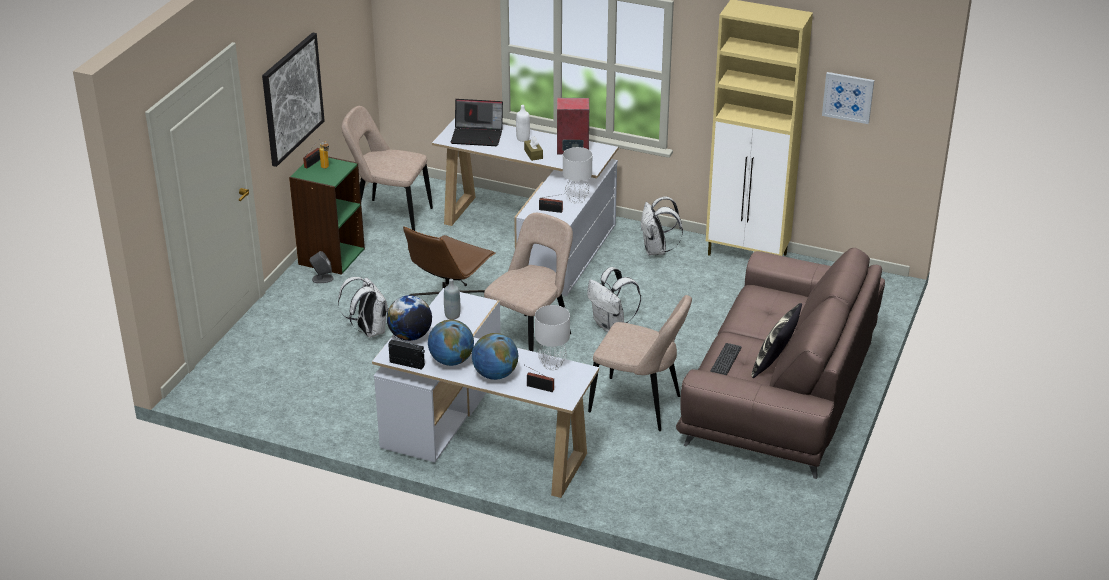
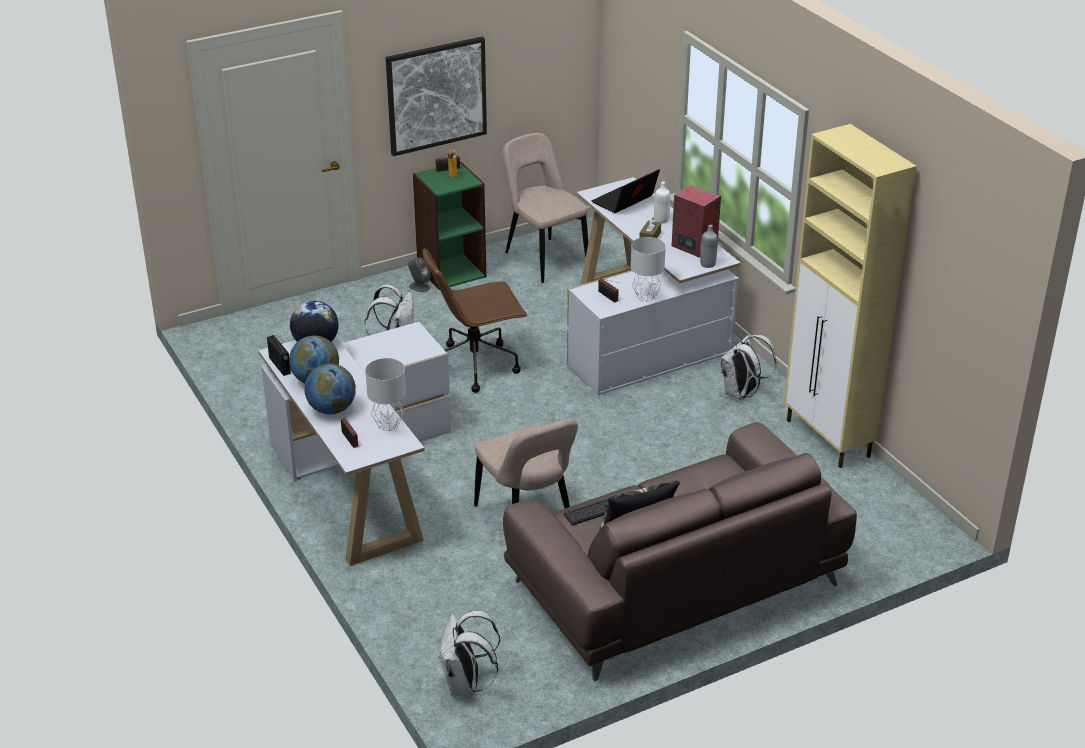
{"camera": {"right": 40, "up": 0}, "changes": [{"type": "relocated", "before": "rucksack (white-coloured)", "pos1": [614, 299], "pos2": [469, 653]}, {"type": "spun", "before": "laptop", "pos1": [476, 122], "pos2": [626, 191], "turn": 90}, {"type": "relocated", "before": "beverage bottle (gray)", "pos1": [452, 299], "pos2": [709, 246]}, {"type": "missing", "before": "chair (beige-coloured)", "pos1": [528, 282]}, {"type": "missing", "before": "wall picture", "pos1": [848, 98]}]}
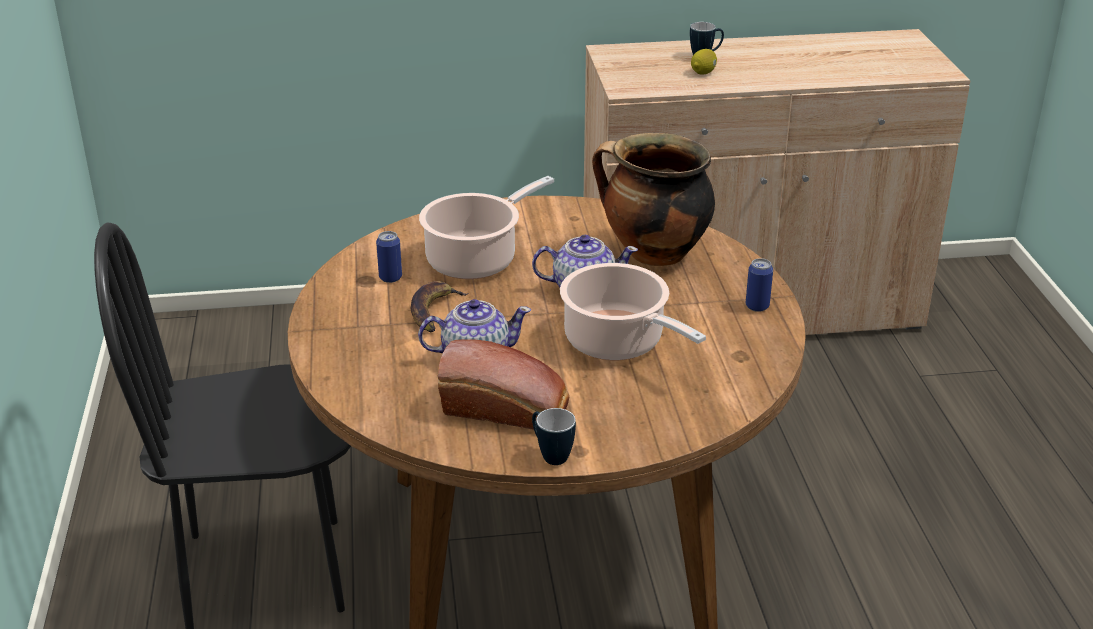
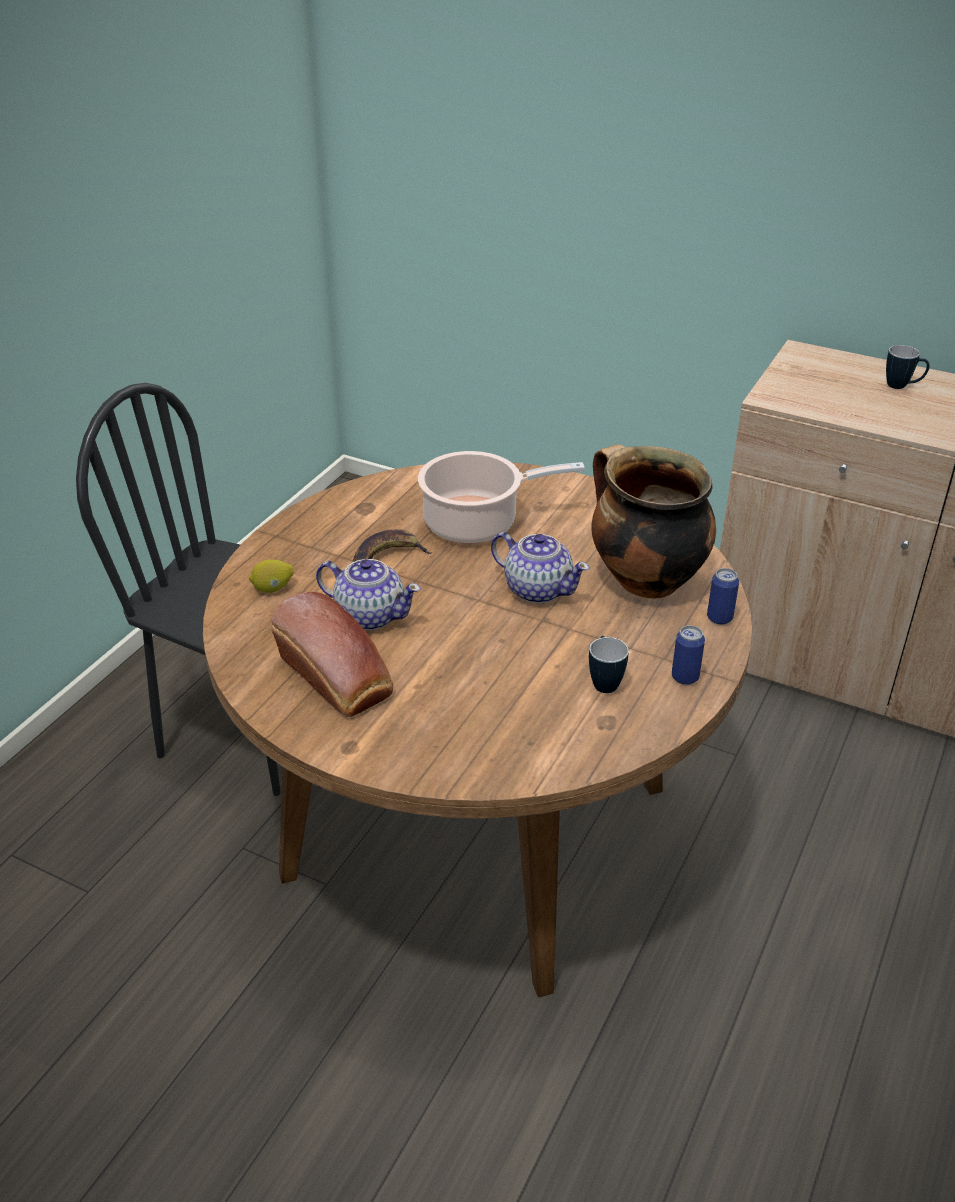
{"camera": {"right": 35, "up": 5}, "changes": [{"type": "relocated", "before": "citrus fruit", "pos1": [704, 62], "pos2": [271, 576]}, {"type": "relocated", "before": "mug", "pos1": [554, 436], "pos2": [609, 664]}, {"type": "relocated", "before": "sealed can", "pos1": [389, 257], "pos2": [723, 596]}, {"type": "missing", "before": "saucepot", "pos1": [633, 311]}]}
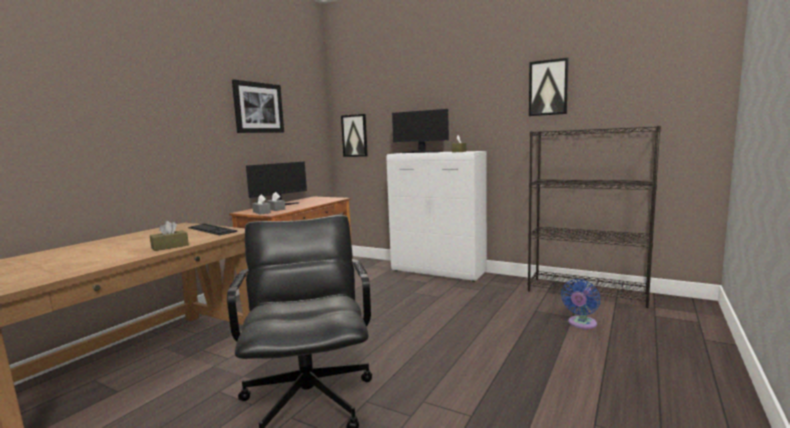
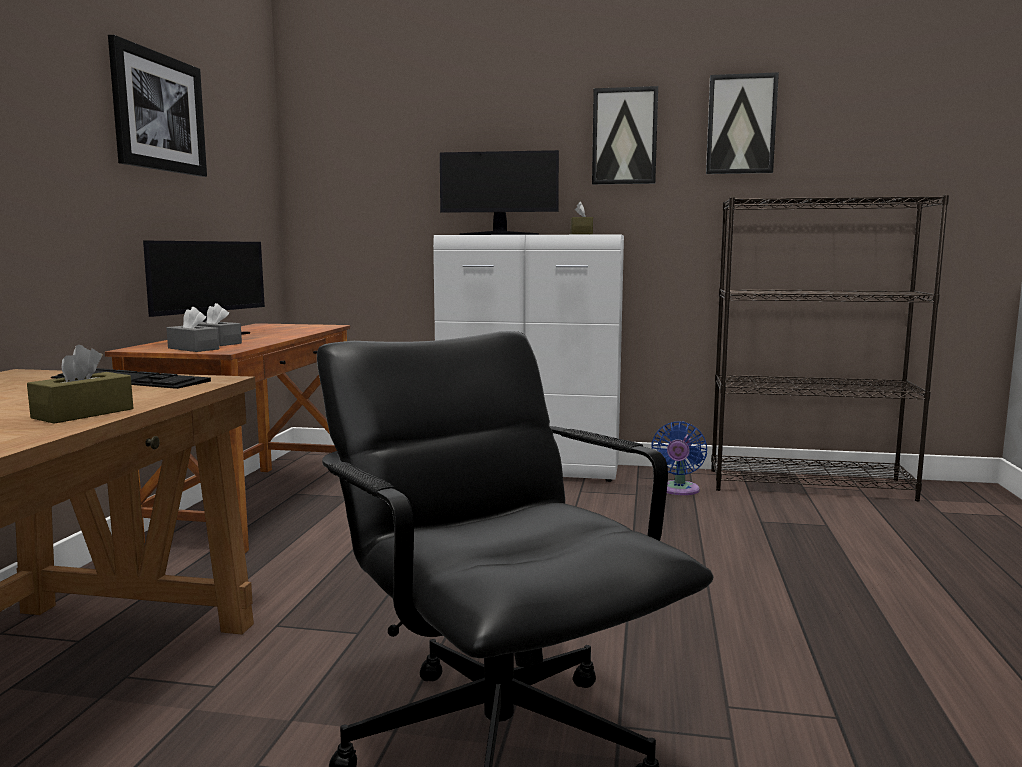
{"camera": {"right": -20, "up": 0}, "changes": [{"type": "relocated", "before": "wall picture", "pos1": [354, 135], "pos2": [625, 135]}, {"type": "relocated", "before": "cooling fan (blue)", "pos1": [580, 304], "pos2": [679, 458]}]}
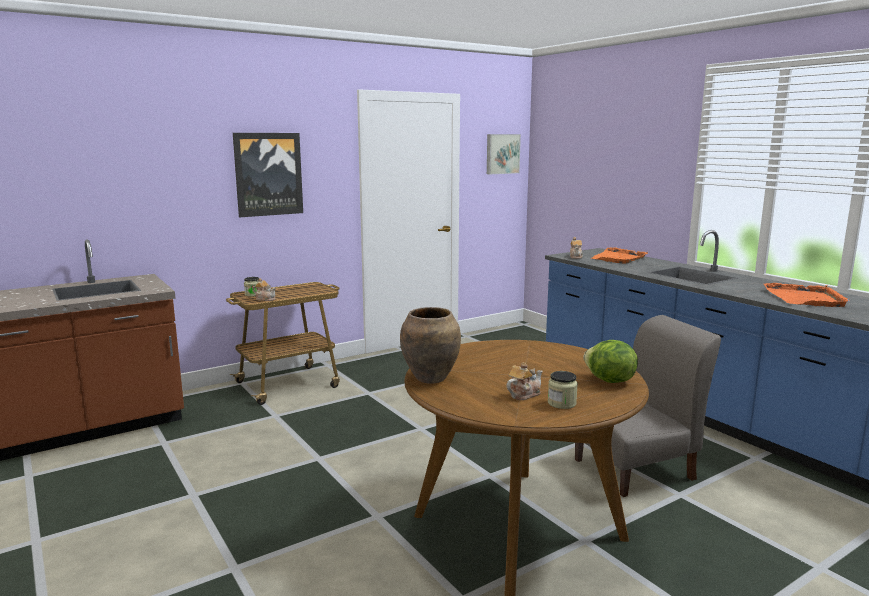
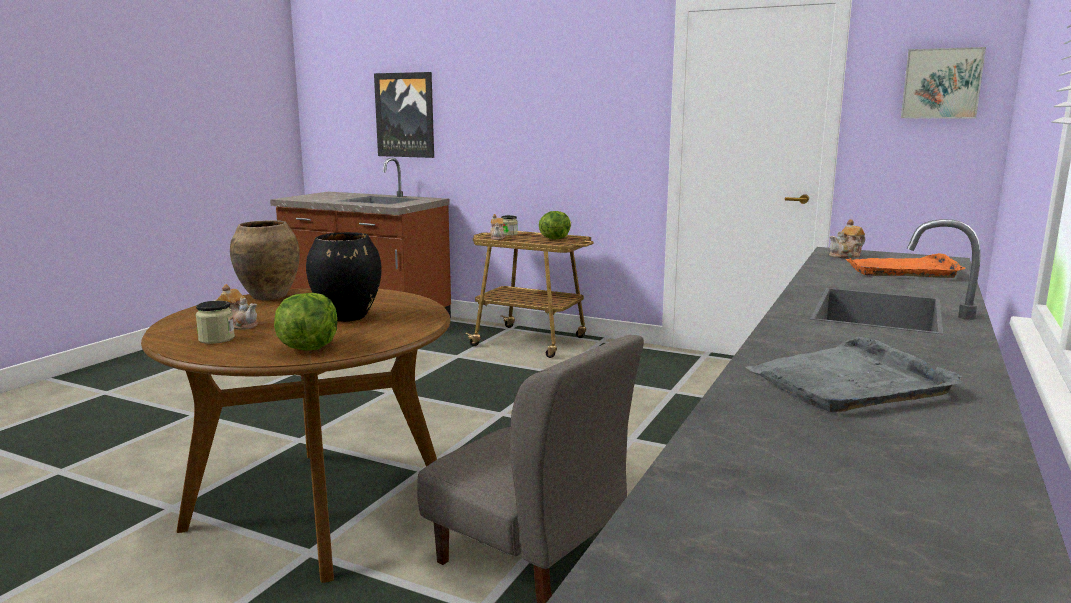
{"camera": {"right": 60, "up": 0}, "changes": [{"type": "appeared", "after": "decorative vase (blackish)", "pos2": [344, 277]}, {"type": "relocated", "before": "wall picture", "pos1": [268, 175], "pos2": [404, 115]}, {"type": "appeared", "after": "lettuce head", "pos2": [555, 225]}, {"type": "colour", "before": "tray (orange-coloured)", "after": "tray (gray)", "pos1": [807, 295], "pos2": [853, 374]}]}
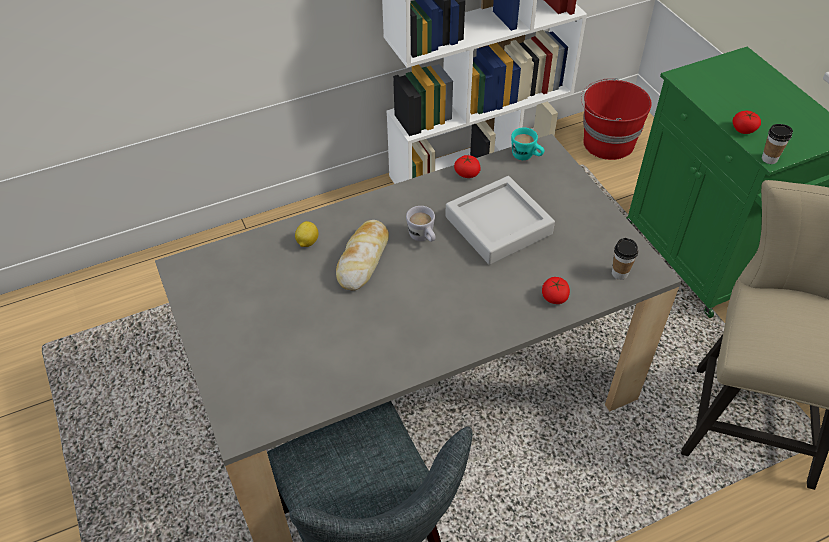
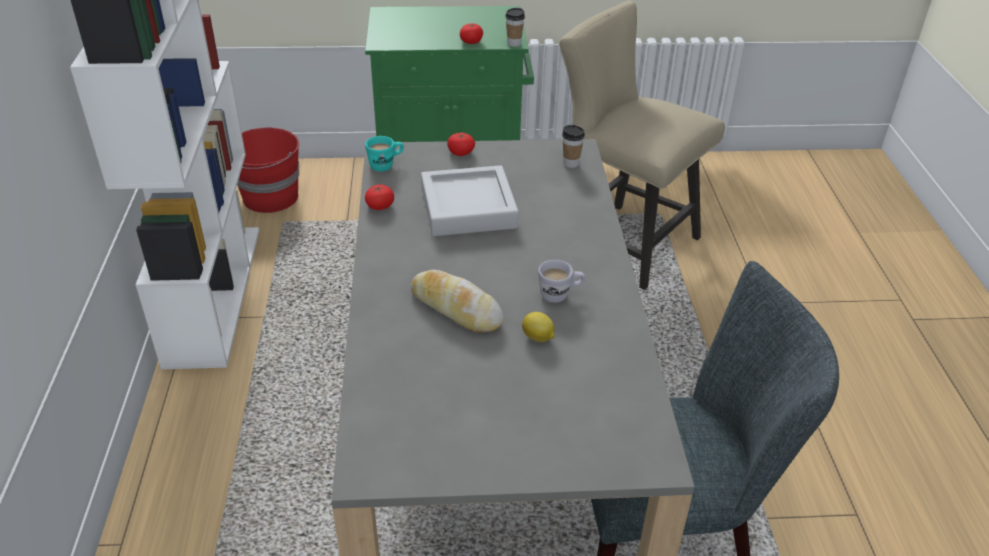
{"camera": {"right": -70, "up": -10}, "changes": [{"type": "relocated", "before": "fresh tomato", "pos1": [556, 290], "pos2": [461, 144]}, {"type": "relocated", "before": "citrus fruit", "pos1": [307, 234], "pos2": [538, 327]}, {"type": "relocated", "before": "mug (white-coloured)", "pos1": [420, 224], "pos2": [561, 281]}]}
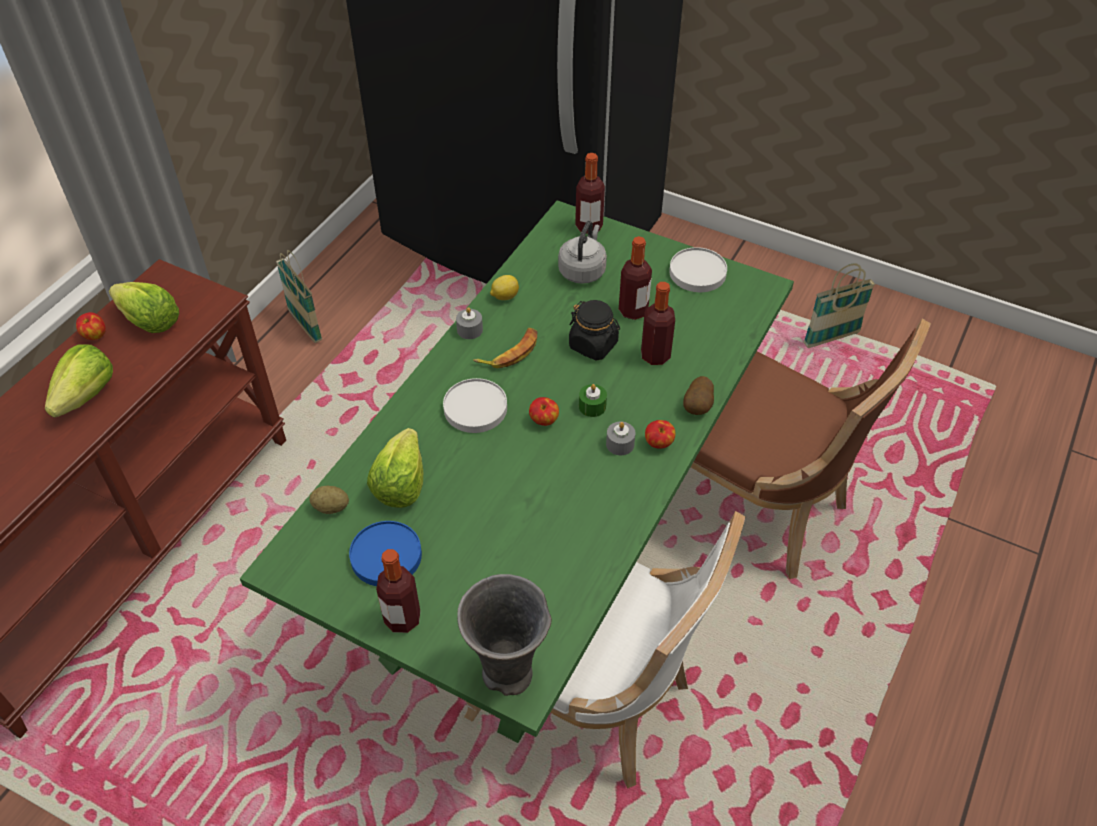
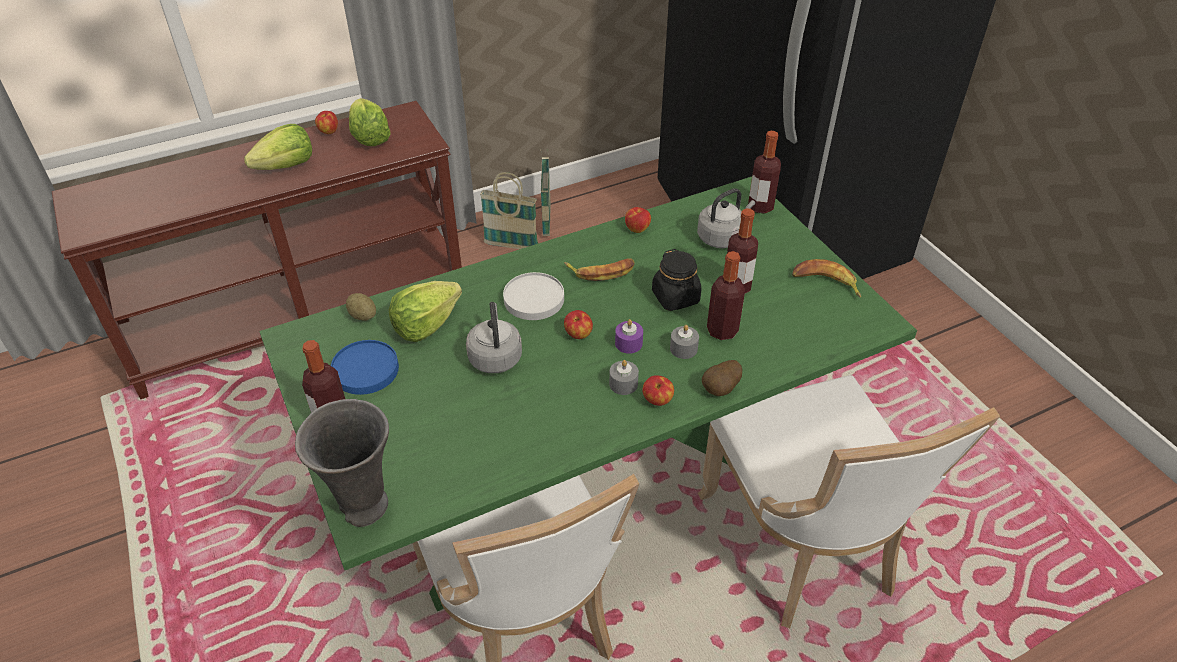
{"camera": {"right": 35, "up": -5}, "changes": [{"type": "appeared", "after": "water kettle (gray)", "pos2": [494, 337]}, {"type": "relocated", "before": "storage basket", "pos1": [839, 306], "pos2": [509, 210]}, {"type": "colour", "before": "wax candle (green-coloured)", "after": "wax candle (purple-coloured)", "pos1": [593, 400], "pos2": [629, 336]}, {"type": "exchanged", "before": "citrus fruit", "after": "apple", "pos1": [504, 287], "pos2": [638, 220]}, {"type": "relocated", "before": "wax candle (gray)", "pos1": [469, 323], "pos2": [684, 342]}, {"type": "colour", "before": "chair (brown-coloured)", "after": "chair (white-coloured)", "pos1": [811, 449], "pos2": [849, 501]}, {"type": "exchanged", "before": "plate (white-coloured)", "after": "banana", "pos1": [698, 269], "pos2": [826, 278]}]}
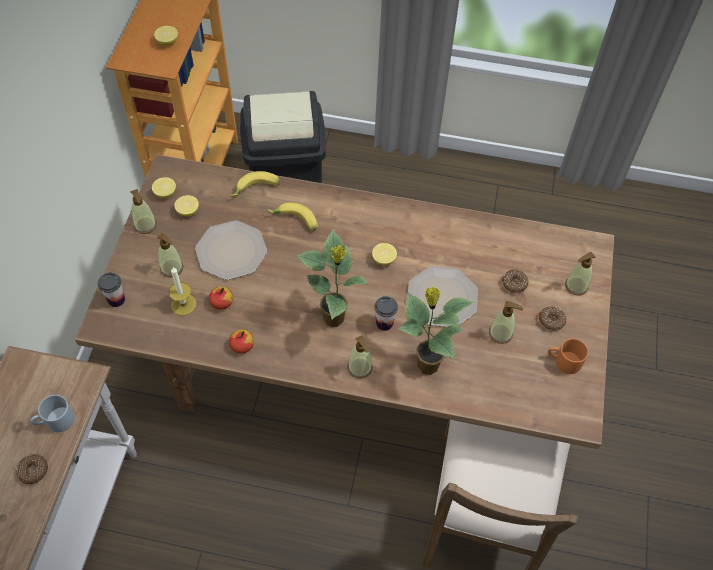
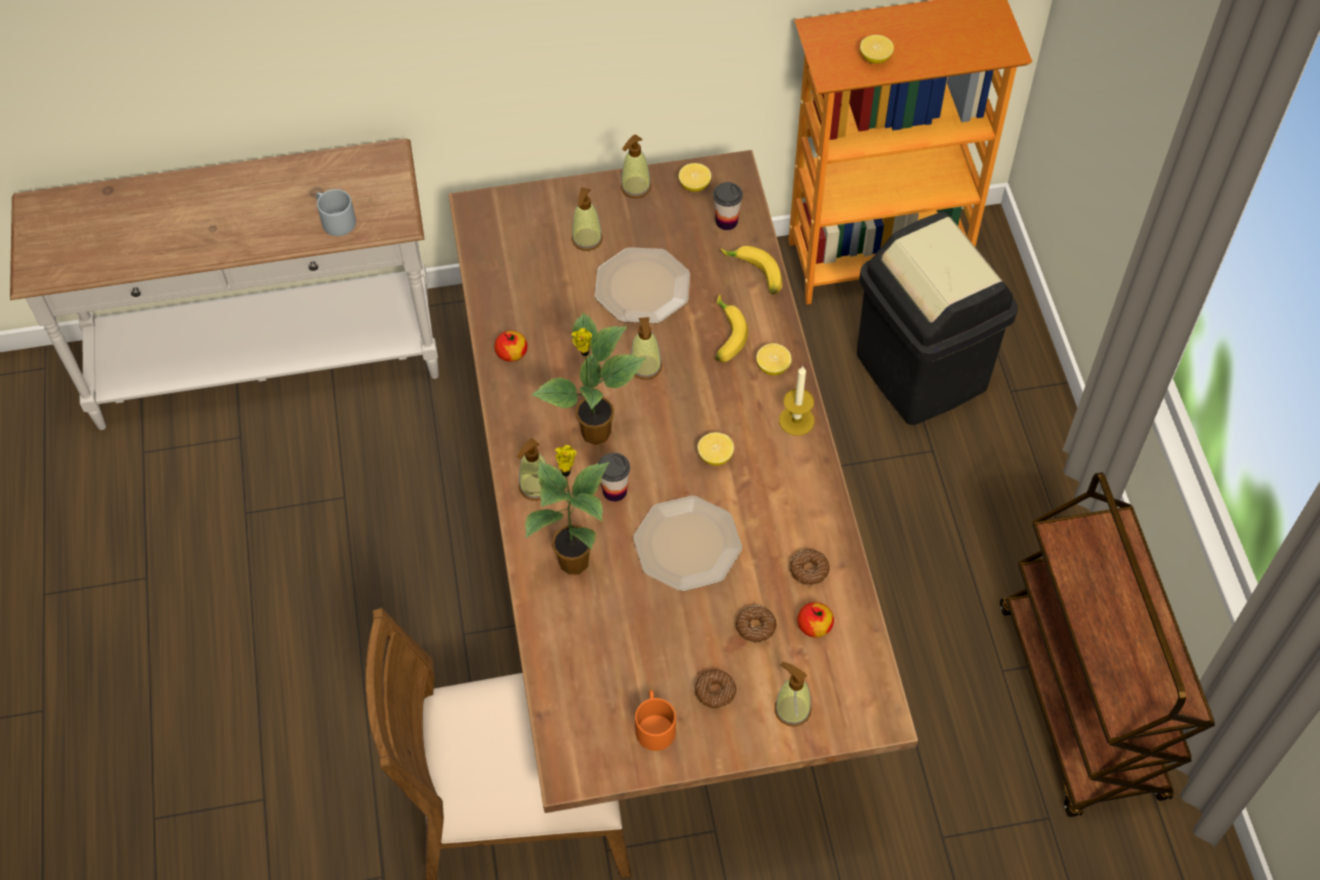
{"camera": {"right": 70, "up": 0}, "changes": [{"type": "relocated", "before": "soap bottle", "pos1": [506, 322], "pos2": [646, 348]}, {"type": "relocated", "before": "small cup", "pos1": [111, 290], "pos2": [728, 206]}, {"type": "relocated", "before": "citrus fruit", "pos1": [186, 205], "pos2": [774, 359]}, {"type": "relocated", "before": "wax candle", "pos1": [183, 291], "pos2": [796, 400]}, {"type": "relocated", "before": "doughnut", "pos1": [32, 469], "pos2": [810, 567]}, {"type": "relocated", "before": "apple", "pos1": [221, 298], "pos2": [815, 620]}, {"type": "appeared", "after": "trolley (brown-coloured)", "pos2": [1107, 644]}]}
